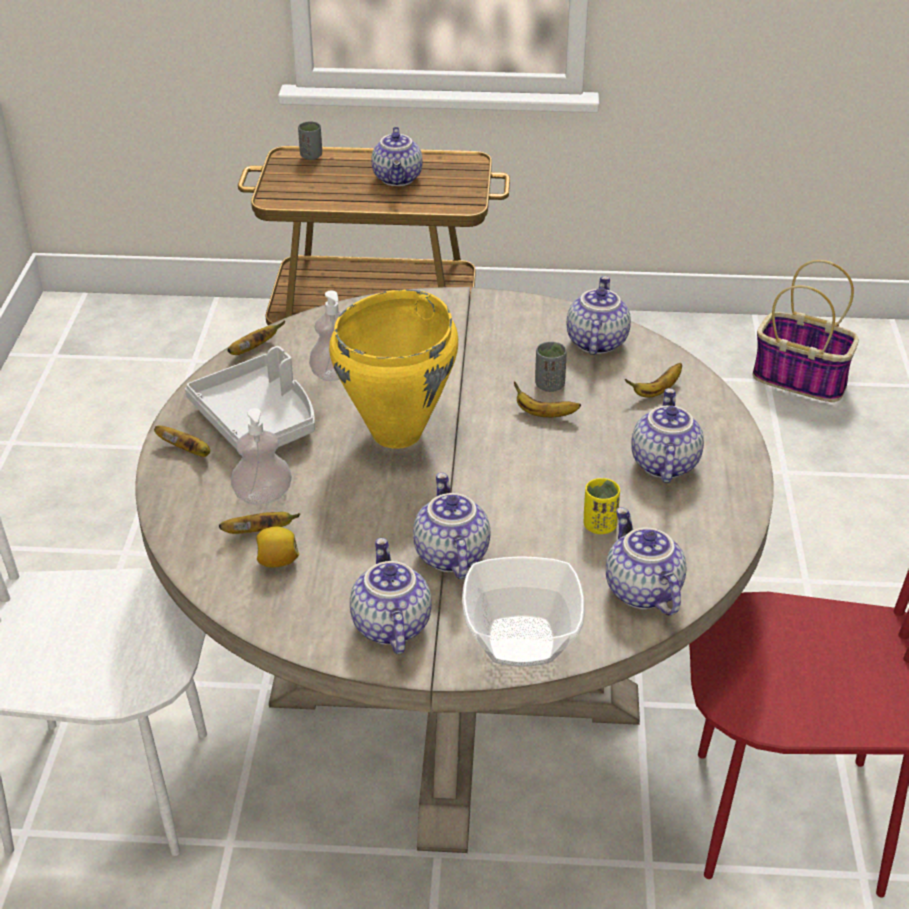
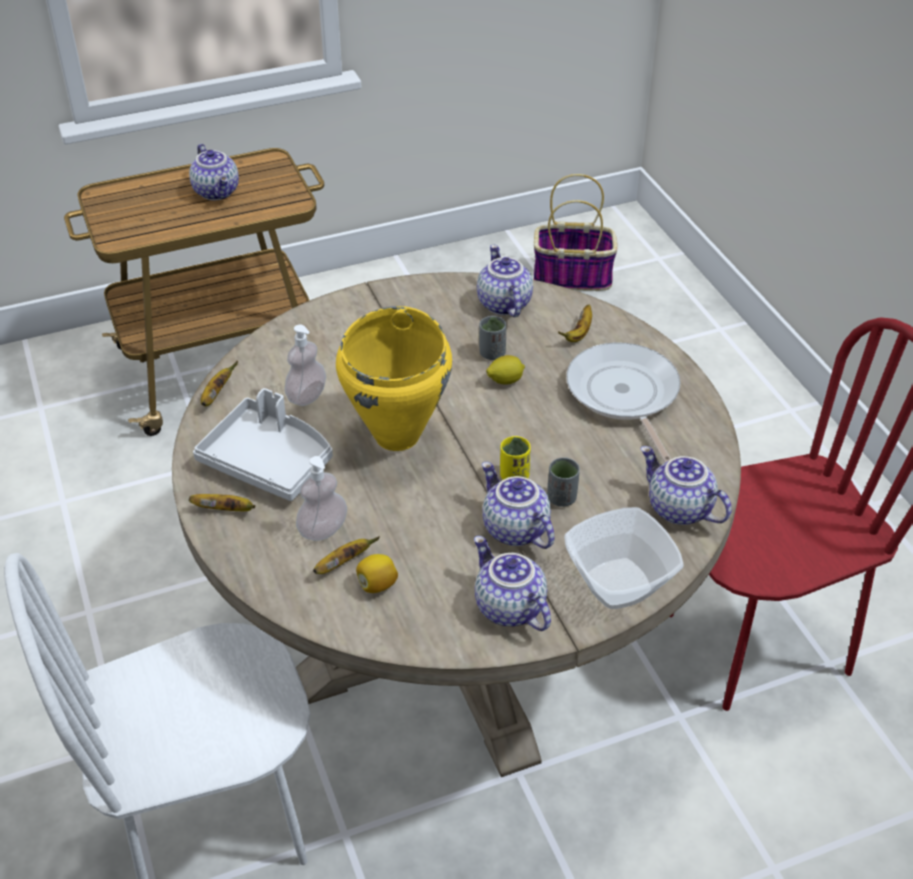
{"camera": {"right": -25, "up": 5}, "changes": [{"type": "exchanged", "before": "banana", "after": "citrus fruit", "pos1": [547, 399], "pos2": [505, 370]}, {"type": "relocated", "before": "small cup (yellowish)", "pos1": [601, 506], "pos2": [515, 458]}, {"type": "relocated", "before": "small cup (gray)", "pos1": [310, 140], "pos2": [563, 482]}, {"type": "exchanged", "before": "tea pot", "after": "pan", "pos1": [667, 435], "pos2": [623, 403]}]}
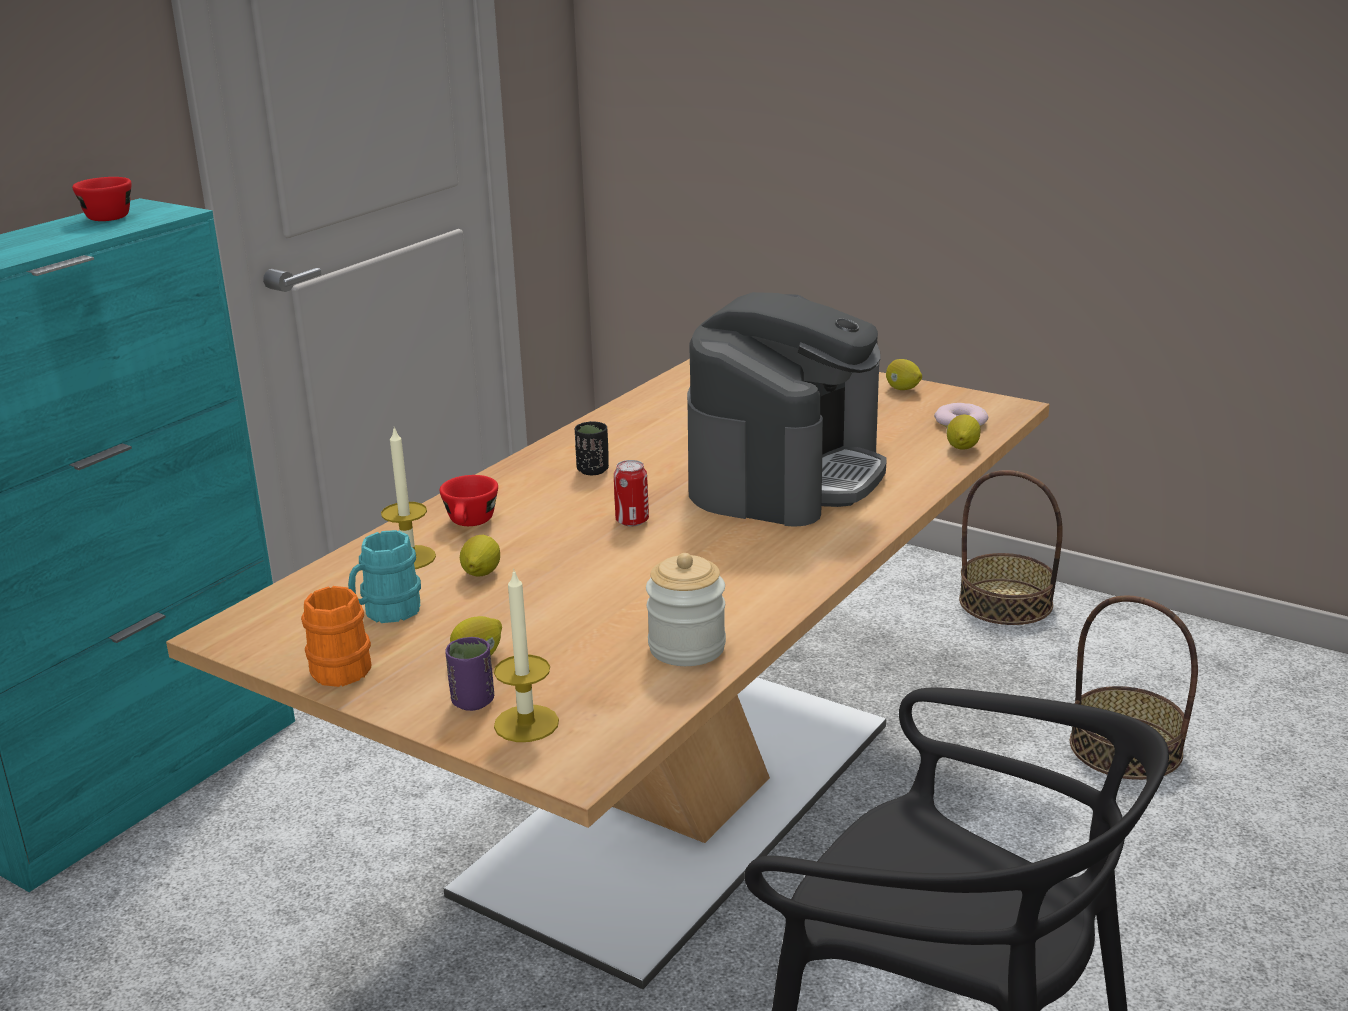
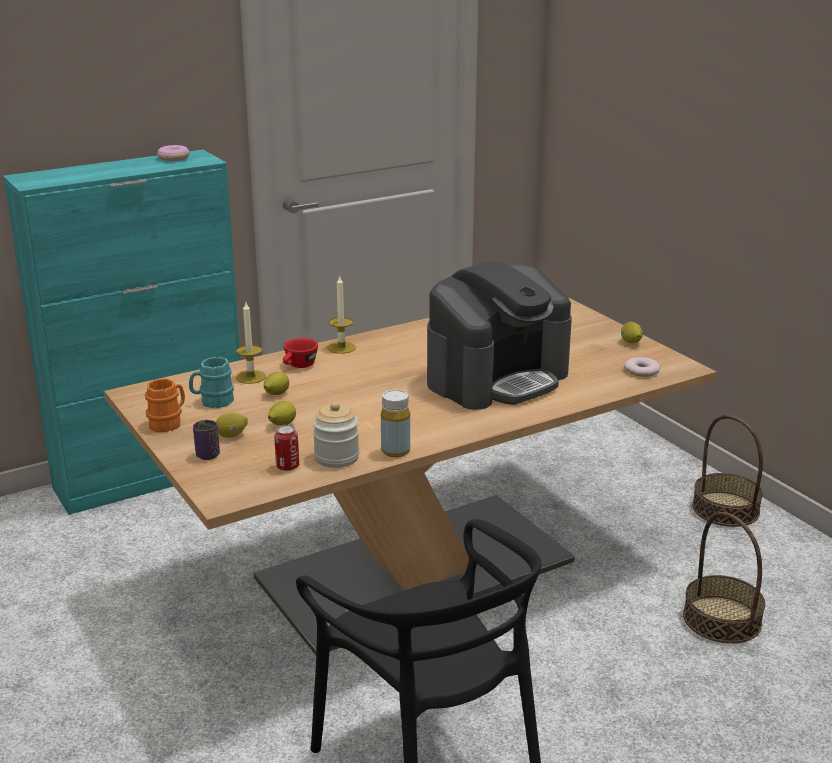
{"camera": {"right": 25, "up": 0}, "changes": [{"type": "exchanged", "before": "small cup (reddish)", "after": "doughnut", "pos1": [102, 199], "pos2": [173, 153]}, {"type": "relocated", "before": "citrus fruit", "pos1": [963, 432], "pos2": [282, 413]}, {"type": "relocated", "before": "sealed can", "pos1": [631, 493], "pos2": [286, 448]}, {"type": "relocated", "before": "wax candle", "pos1": [526, 655], "pos2": [341, 314]}, {"type": "appeared", "after": "beverage bottle (yellowish)", "pos2": [395, 423]}, {"type": "missing", "before": "small cup (blackish)", "pos1": [592, 448]}]}
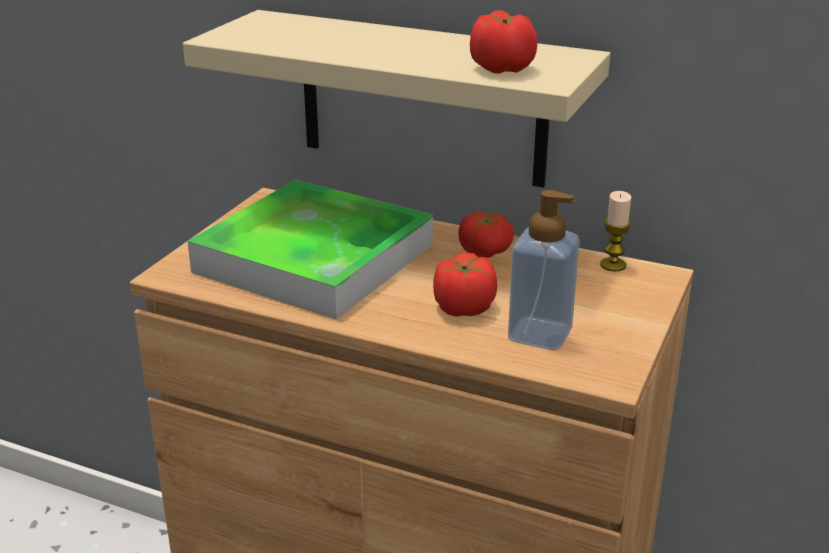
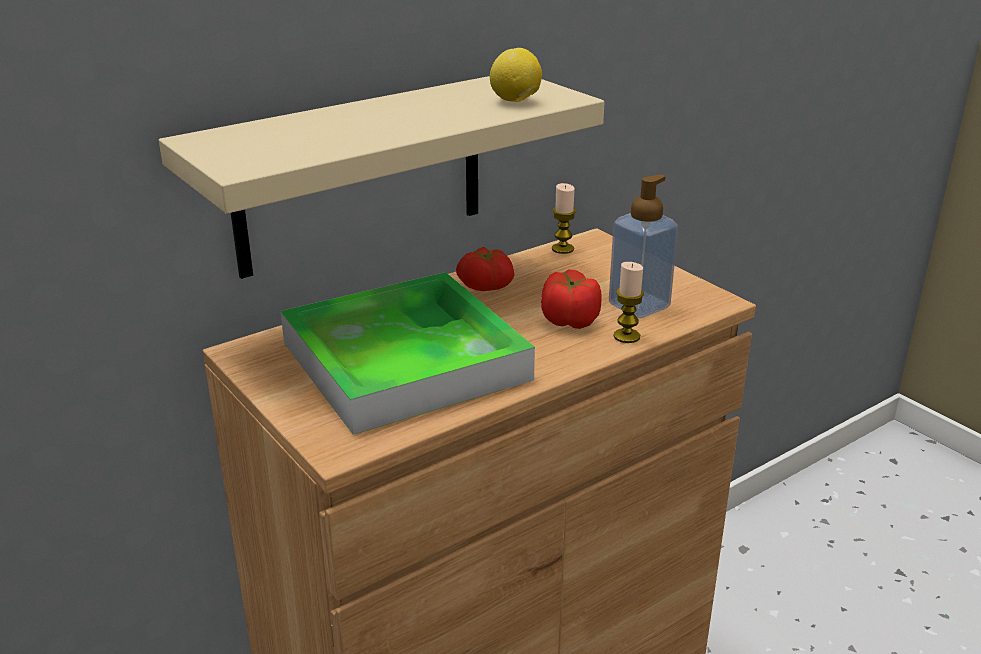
{"camera": {"right": -60, "up": 0}, "changes": [{"type": "exchanged", "before": "fresh tomato", "after": "citrus fruit", "pos1": [503, 42], "pos2": [516, 75]}, {"type": "appeared", "after": "wax candle", "pos2": [629, 302]}]}
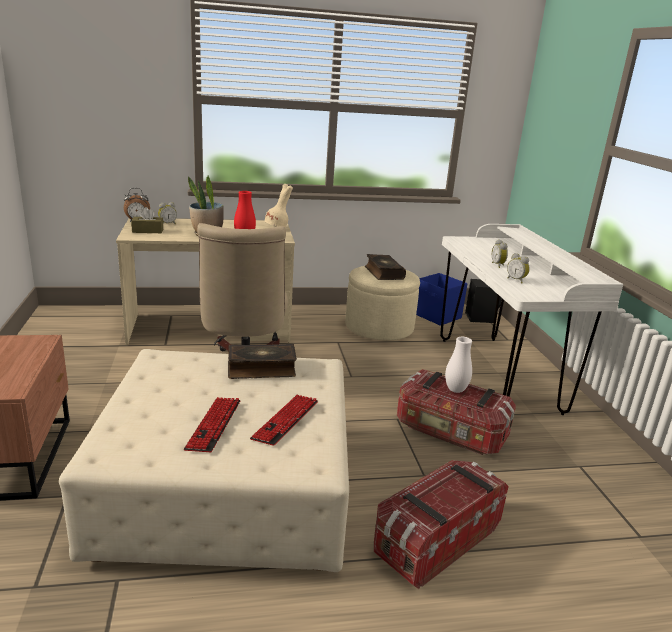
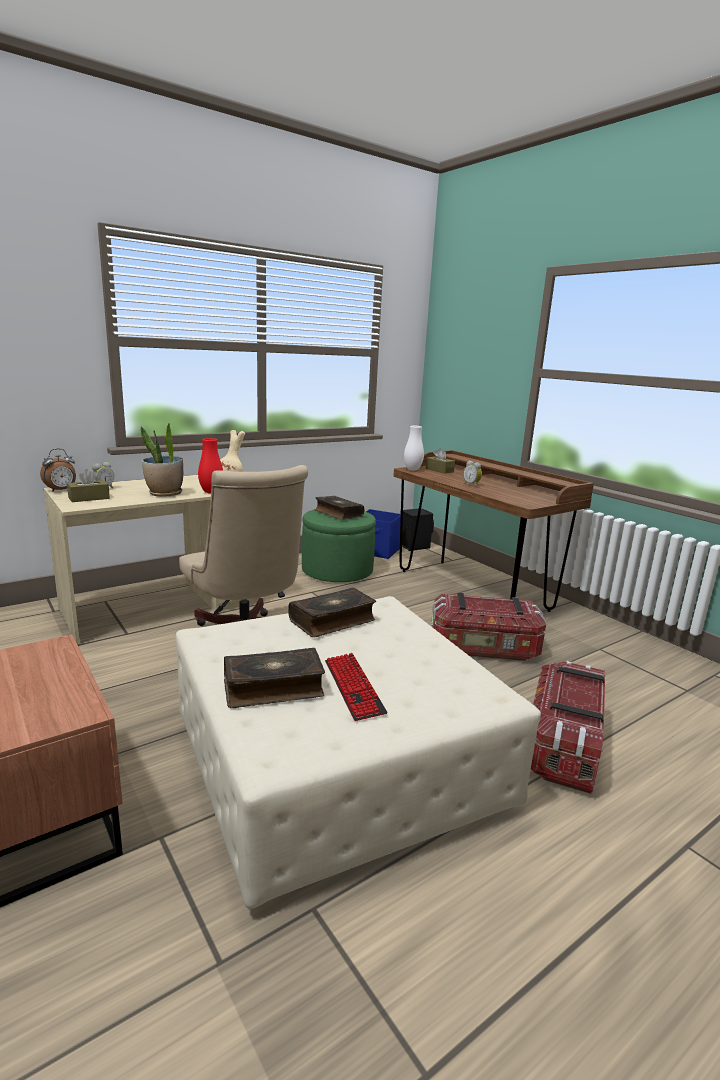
{"camera": {"right": -25, "up": -5}, "changes": [{"type": "appeared", "after": "bound book", "pos2": [274, 678]}, {"type": "colour", "before": "ottoman (beige-coloured)", "after": "ottoman (green-coloured)", "pos1": [382, 303], "pos2": [339, 545]}, {"type": "colour", "before": "desk table (white-coloured)", "after": "desk table (brown-coloured)", "pos1": [531, 319], "pos2": [494, 531]}, {"type": "relocated", "before": "decorative vase (white-coloured)", "pos1": [458, 365], "pos2": [414, 448]}, {"type": "appeared", "after": "tissue holder (brown-coloured)", "pos2": [440, 460]}, {"type": "missing", "before": "computer keyboard", "pos1": [284, 420]}, {"type": "missing", "before": "bedside clock", "pos1": [518, 268]}]}
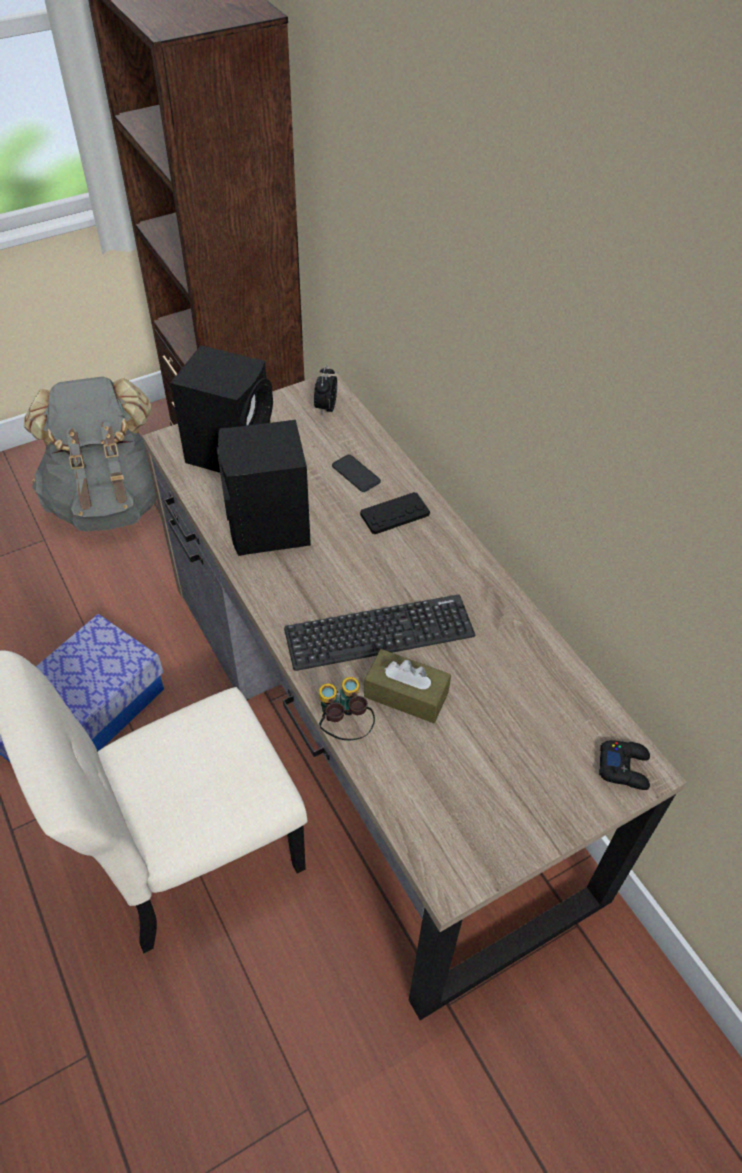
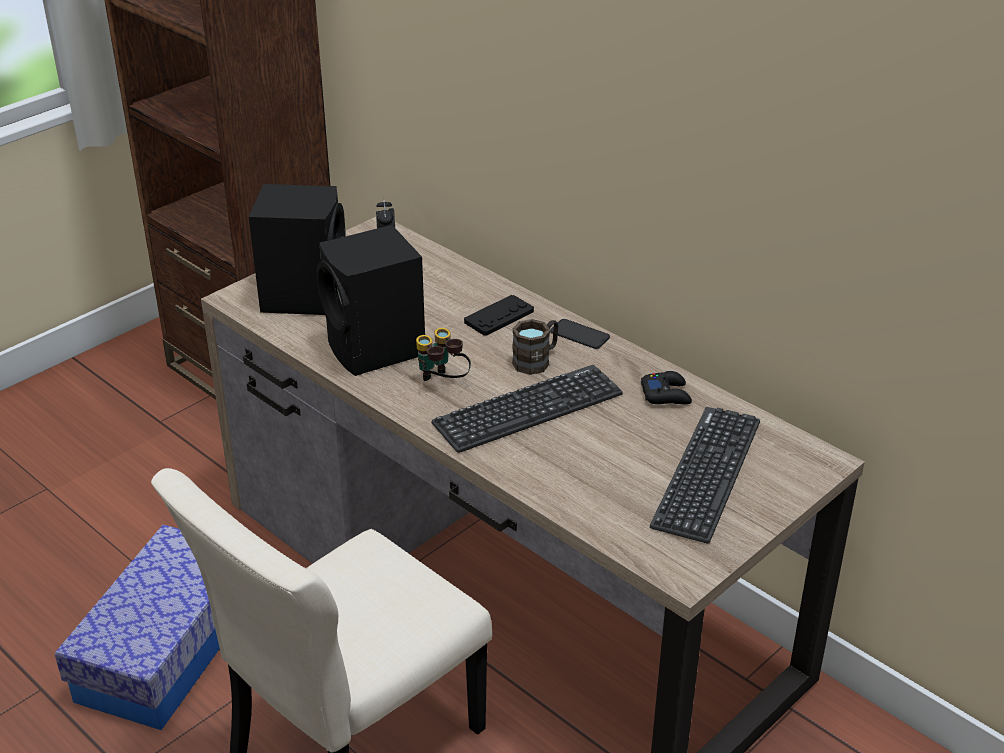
{"camera": {"right": -15, "up": -15}, "changes": [{"type": "relocated", "before": "binoculars", "pos1": [347, 708], "pos2": [443, 354]}, {"type": "appeared", "after": "mug (brown-coloured)", "pos2": [535, 347]}, {"type": "relocated", "before": "telephone", "pos1": [356, 473], "pos2": [580, 334]}, {"type": "relocated", "before": "game controller (blackish)", "pos1": [624, 765], "pos2": [666, 388]}, {"type": "appeared", "after": "computer keyboard", "pos2": [705, 475]}, {"type": "missing", "before": "rucksack (gray)", "pos1": [90, 454]}, {"type": "missing", "before": "tissue holder (brown-coloured)", "pos1": [407, 686]}]}
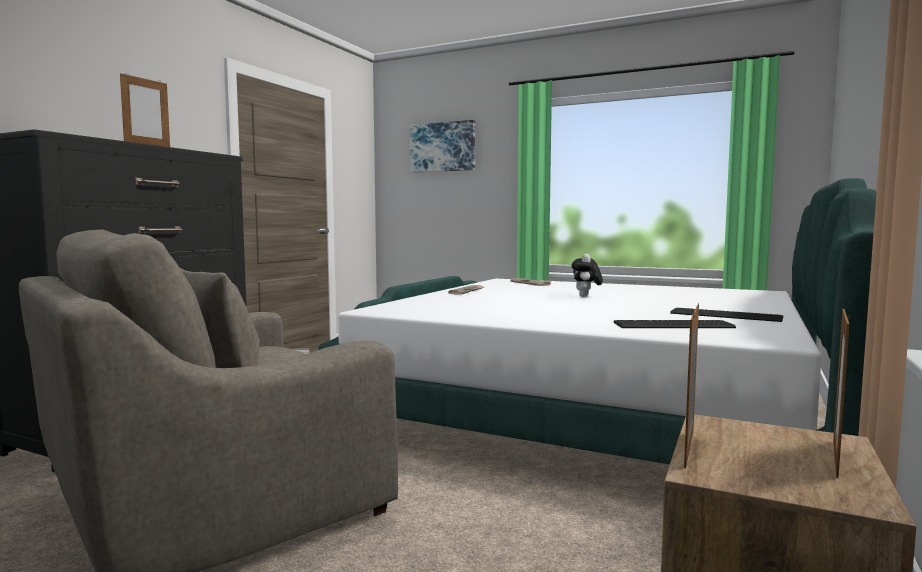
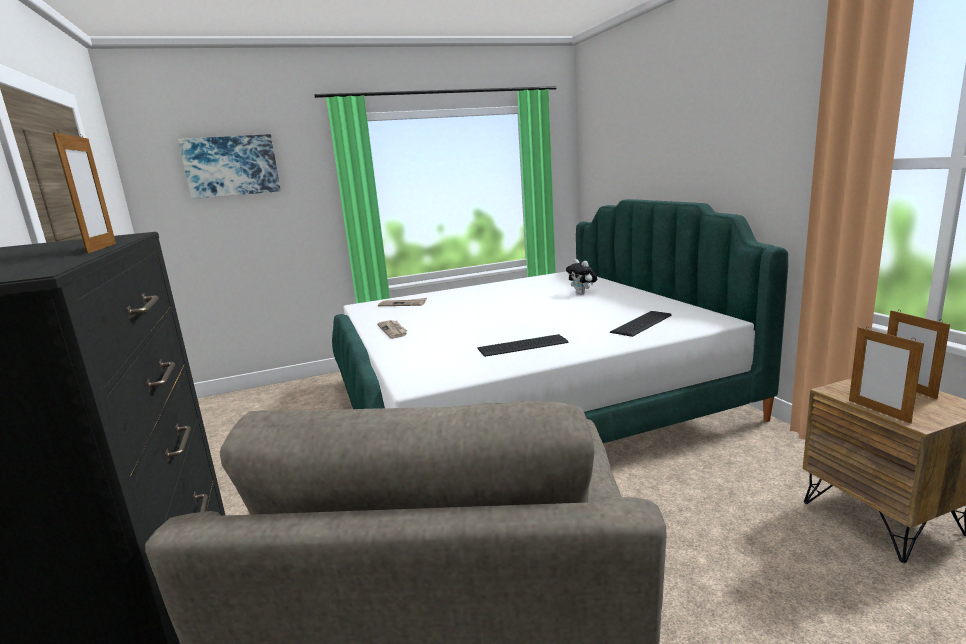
{"camera": {"right": -45, "up": 10}, "changes": [{"type": "relocated", "before": "computer keyboard", "pos1": [726, 315], "pos2": [522, 345]}, {"type": "relocated", "before": "plush toy", "pos1": [587, 275], "pos2": [581, 277]}]}
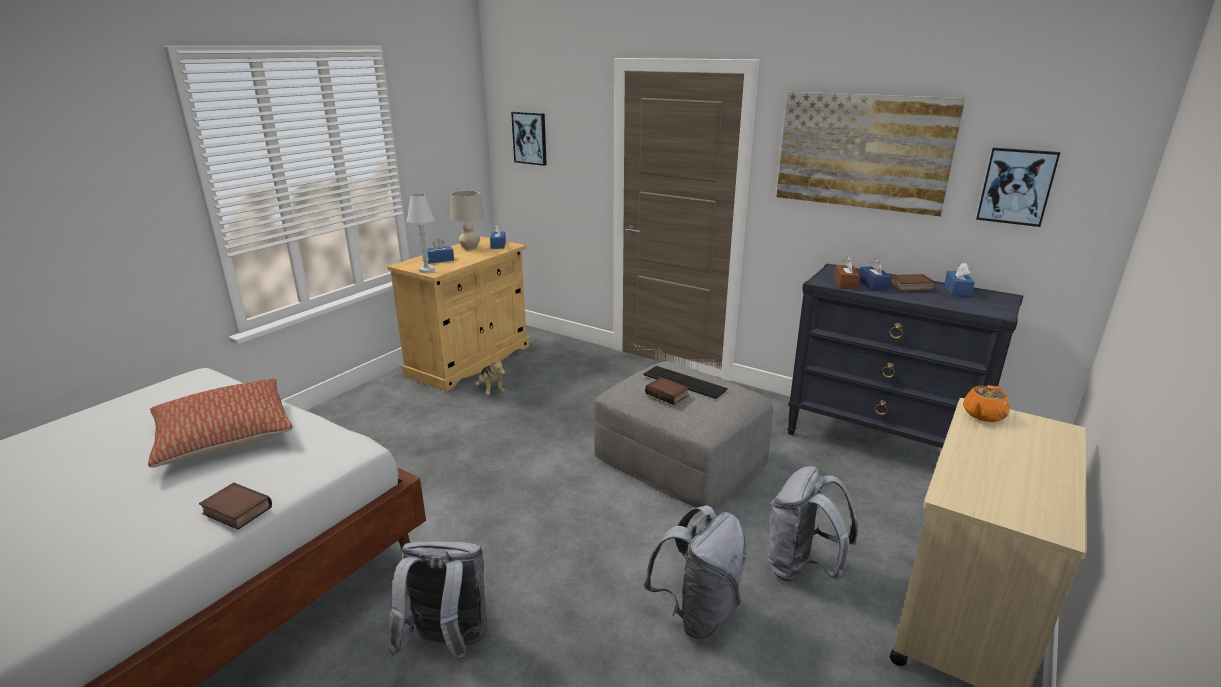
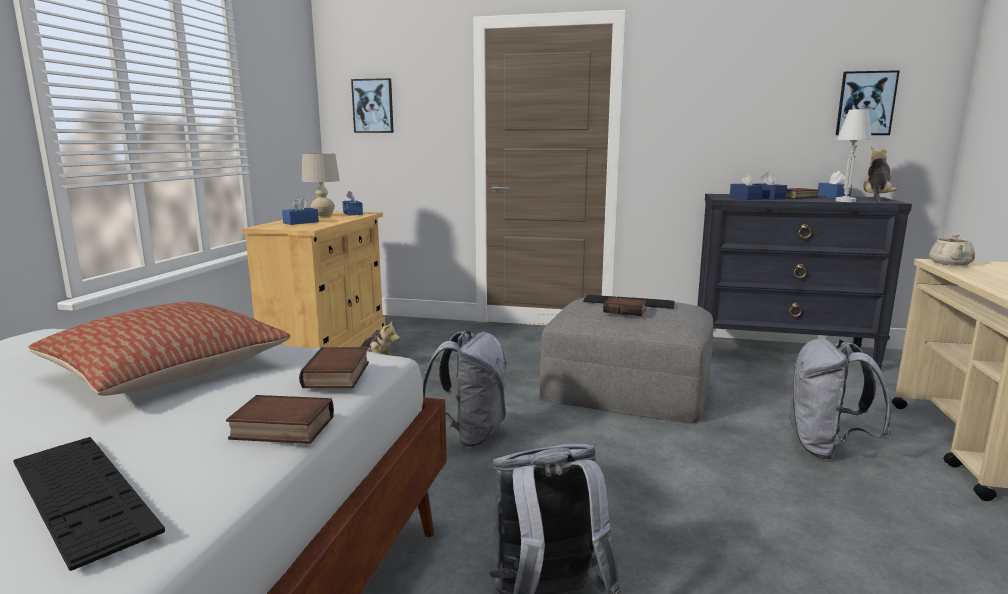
{"camera": {"right": -20, "up": -10}, "changes": [{"type": "appeared", "after": "computer keyboard", "pos2": [89, 504]}, {"type": "appeared", "after": "bound book", "pos2": [334, 367]}, {"type": "relocated", "before": "rucksack (gray)", "pos1": [695, 572], "pos2": [464, 389]}, {"type": "colour", "before": "tissue holder (brown-coloured)", "after": "tissue holder (blue)", "pos1": [847, 272], "pos2": [746, 186]}, {"type": "relocated", "before": "lamp for a table (white-coloured)", "pos1": [421, 233], "pos2": [853, 155]}, {"type": "appeared", "after": "plush toy", "pos2": [880, 175]}, {"type": "colour", "before": "tea pot (orange-coloured)", "after": "tea pot (beige-coloured)", "pos1": [986, 403], "pos2": [952, 250]}, {"type": "missing", "before": "wall picture", "pos1": [870, 153]}]}
